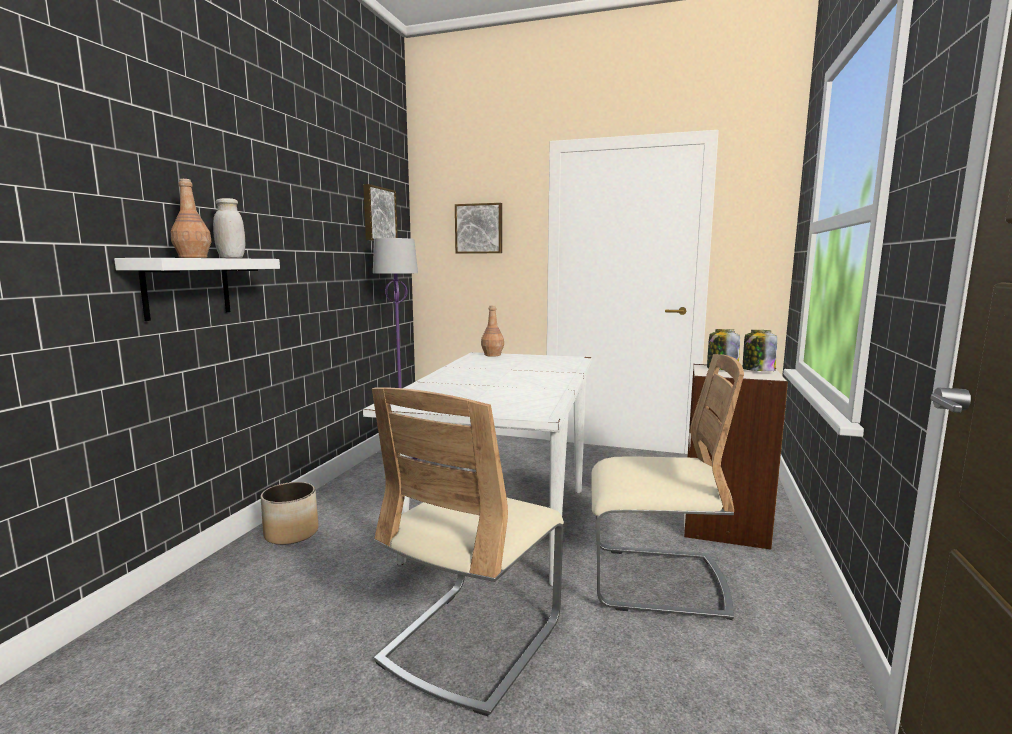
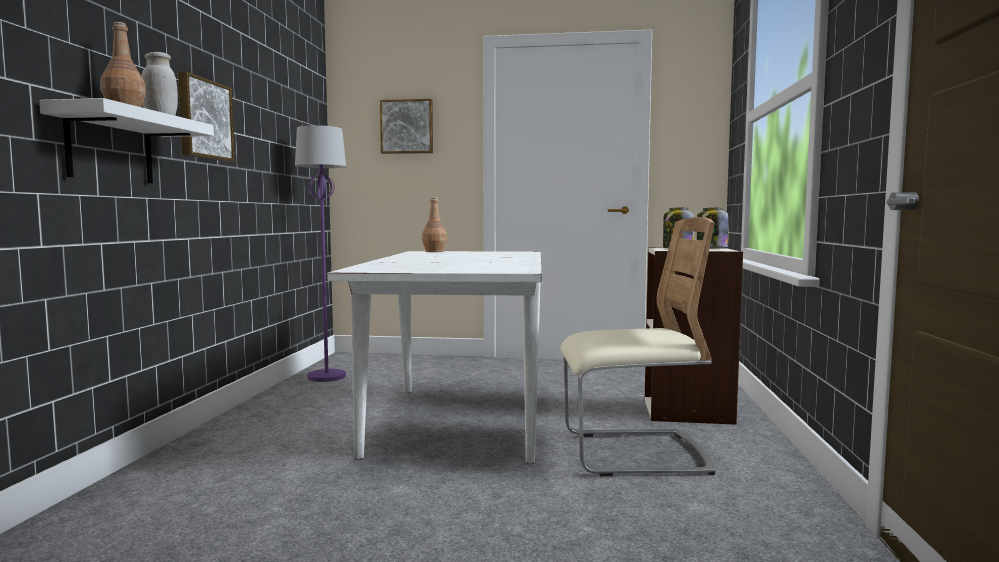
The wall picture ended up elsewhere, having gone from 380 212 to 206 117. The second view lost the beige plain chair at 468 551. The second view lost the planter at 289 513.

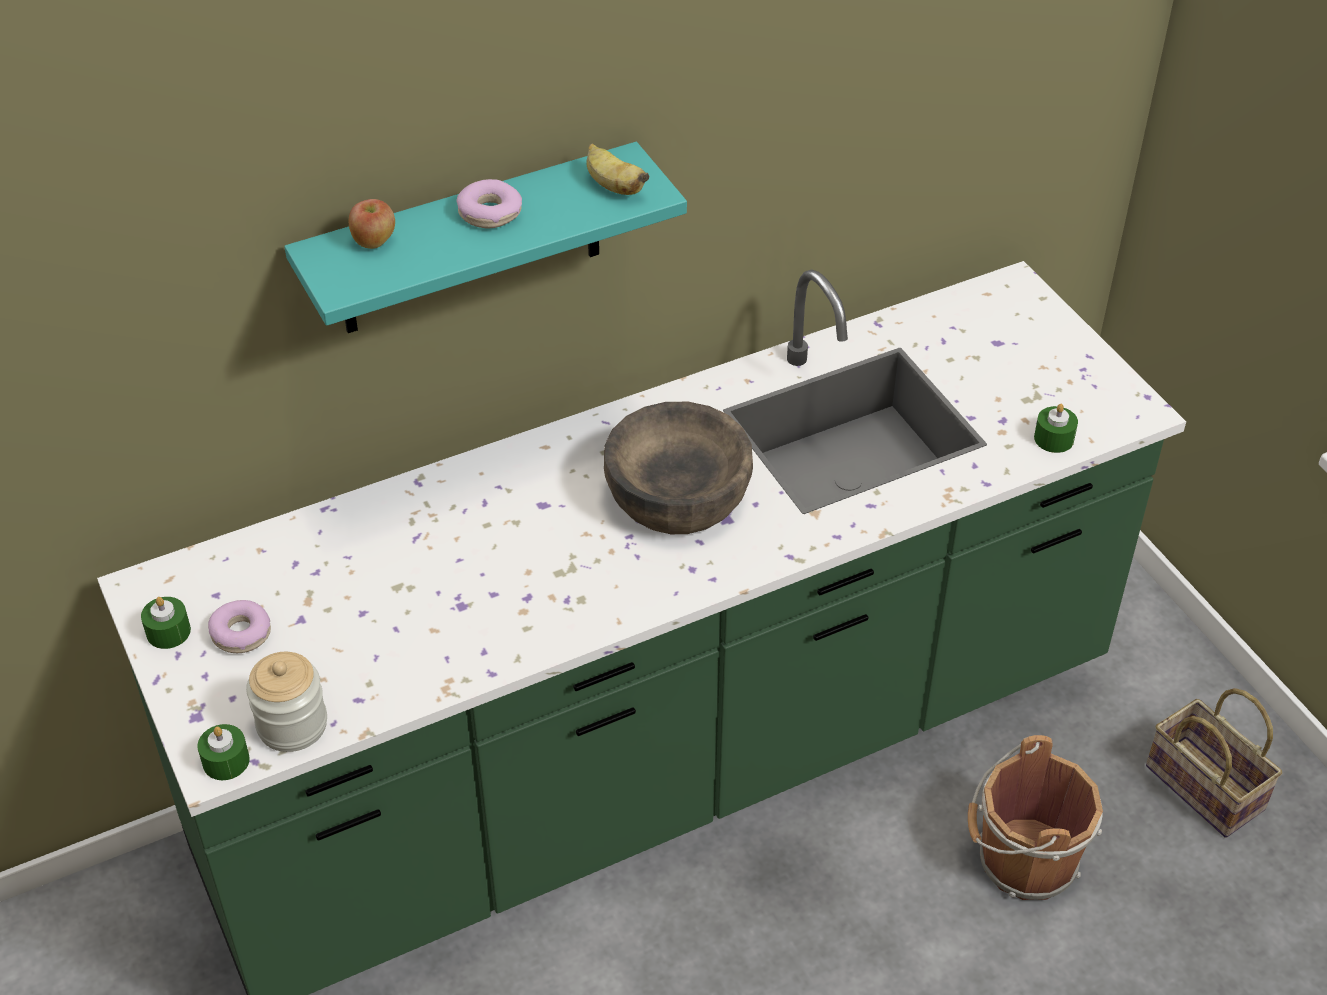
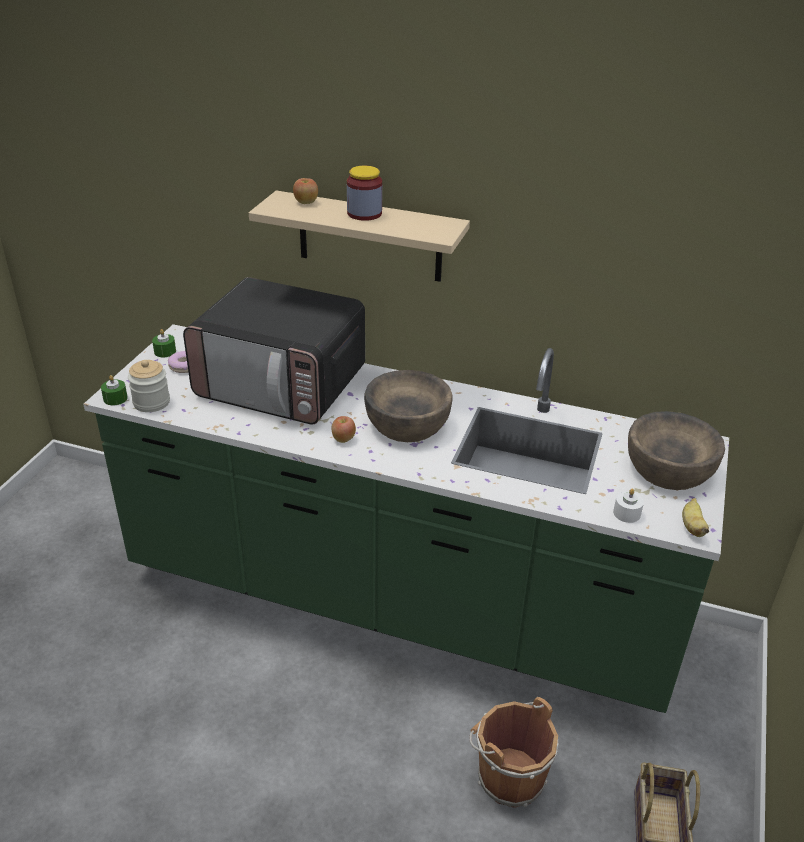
What was the turquoise-coloured wall shelf at 485 237 turned into the beige wall shelf at 359 236. The whole banana ended up elsewhere, having gone from 617 169 to 695 517. Where the ring doughnut stood at 489 203, the preserve jar came to stand at 364 193. What was the green candle at 1056 428 turned into the white-coloured candle at 628 505. The second view gained the microwave oven at 274 351. The second view gained the brown bowl at 676 450. The second view gained the apple at 344 429.

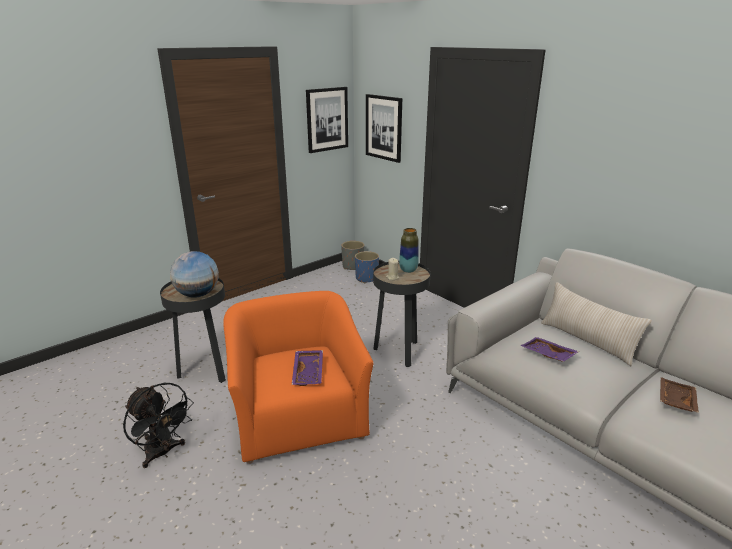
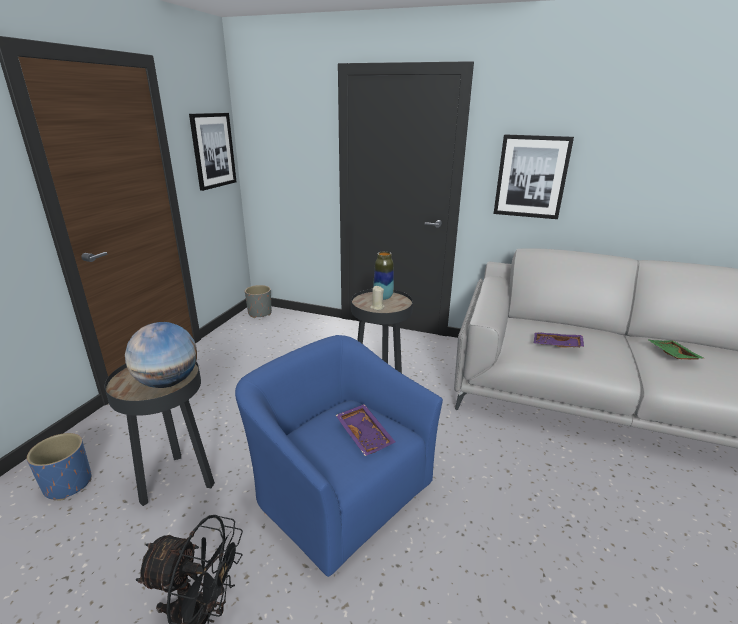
The wall picture ended up elsewhere, having gone from 384 128 to 534 176. The blue planter ended up elsewhere, having gone from 367 267 to 59 466. The second view lost the beige pillow at 596 324. What was the orange-coloured lounge chair at 298 377 turned into the blue lounge chair at 339 456. What was the brown tray at 679 395 turned into the green tray at 677 350.

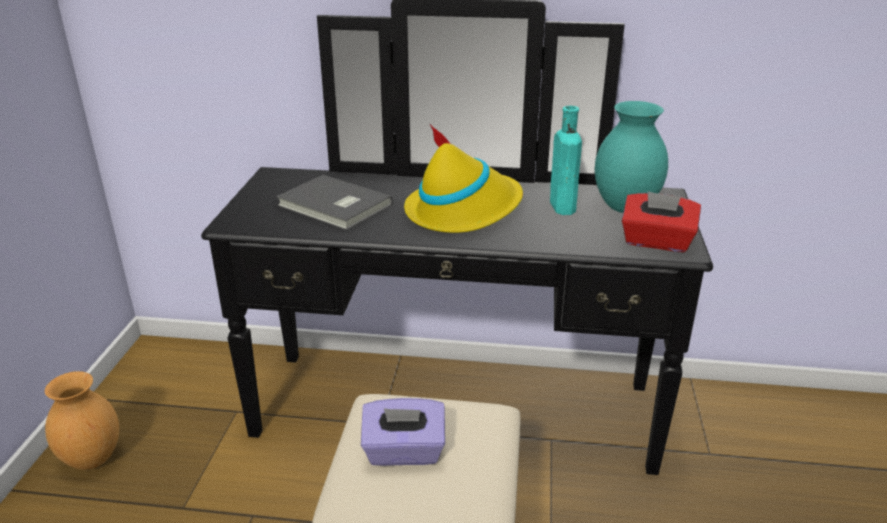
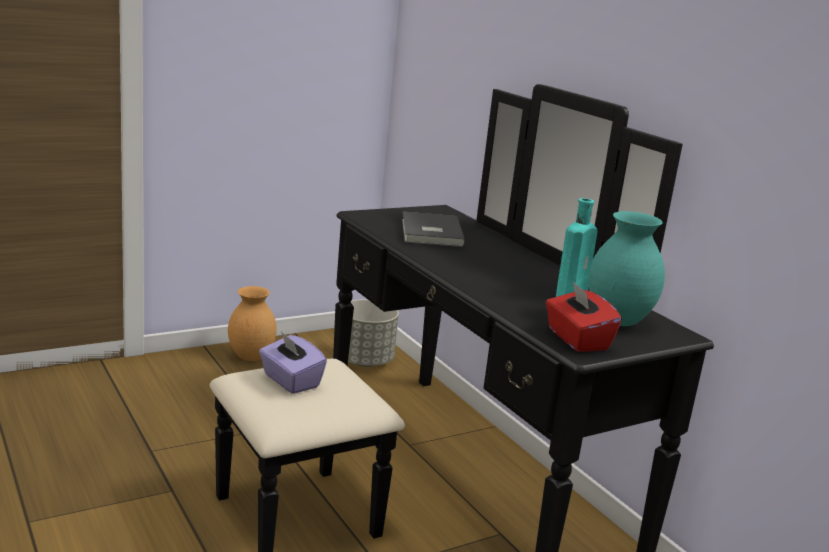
The second view lost the yellow wearable hat at 463 178. The second view gained the gray planter at 373 333.

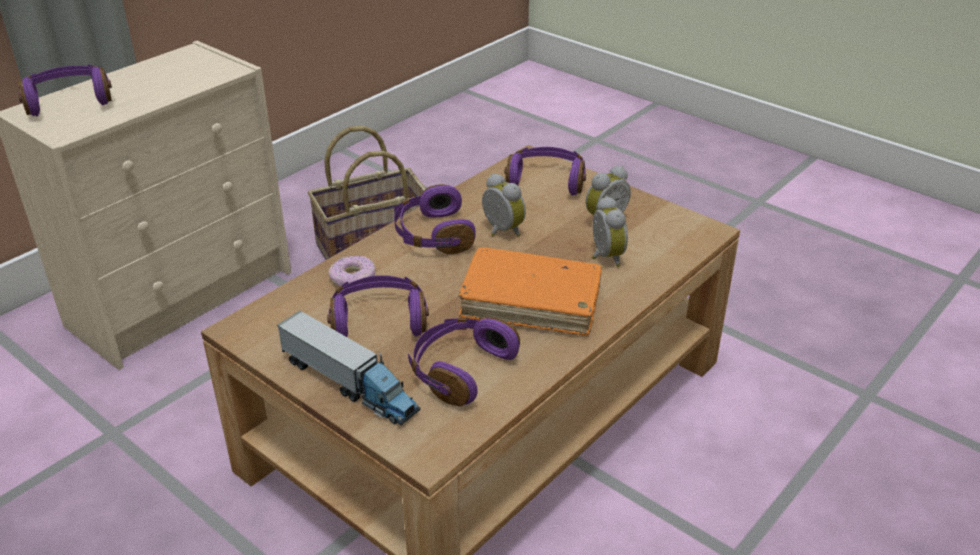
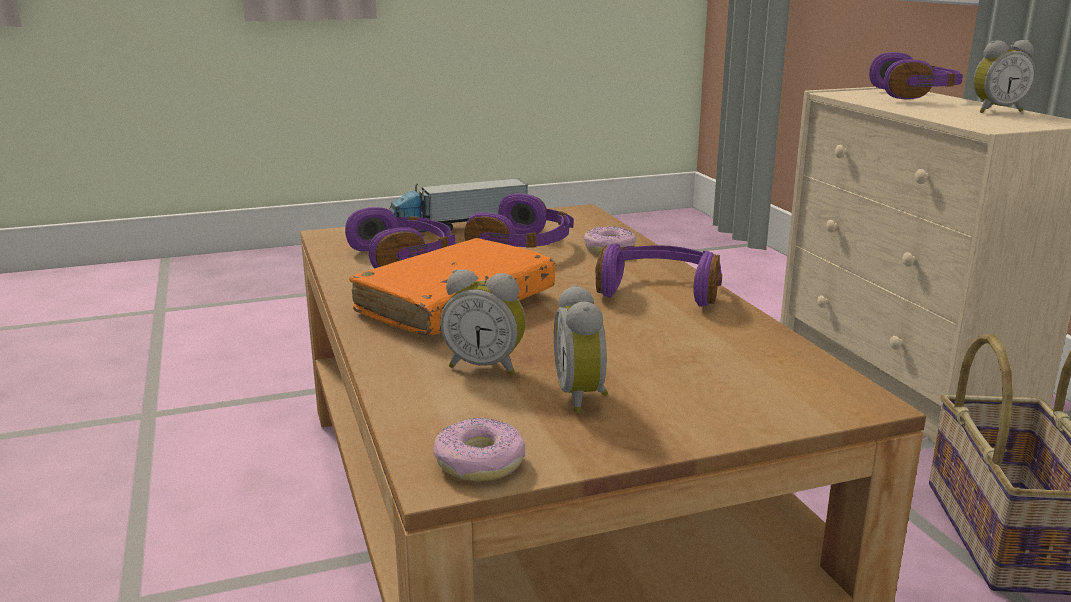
The second view lost the purple pair of headphones at 545 171. The bedside clock ended up elsewhere, having gone from 504 205 to 1004 76. The second view gained the ring doughnut at 479 449.

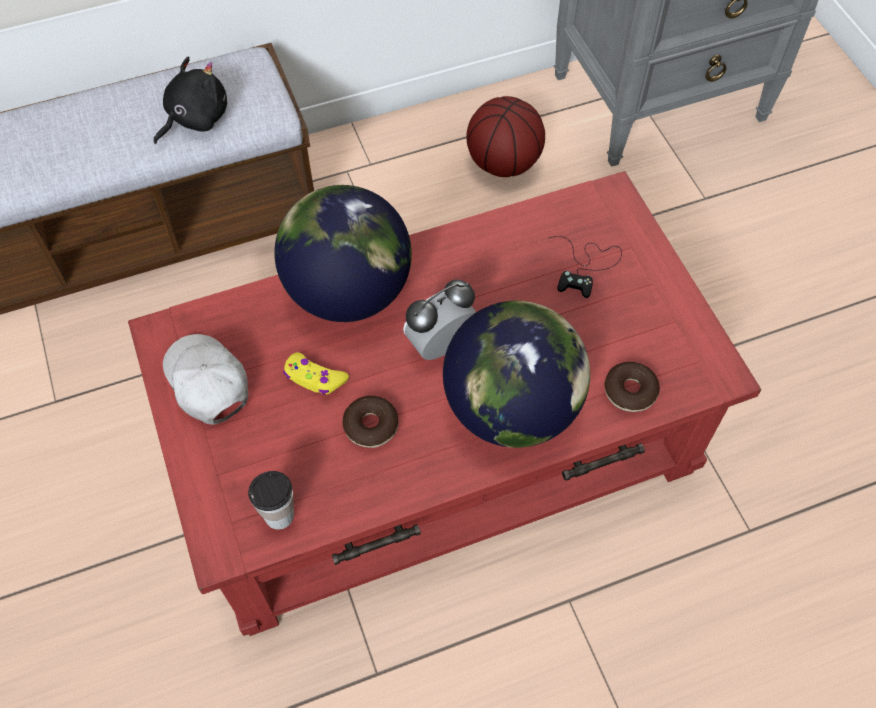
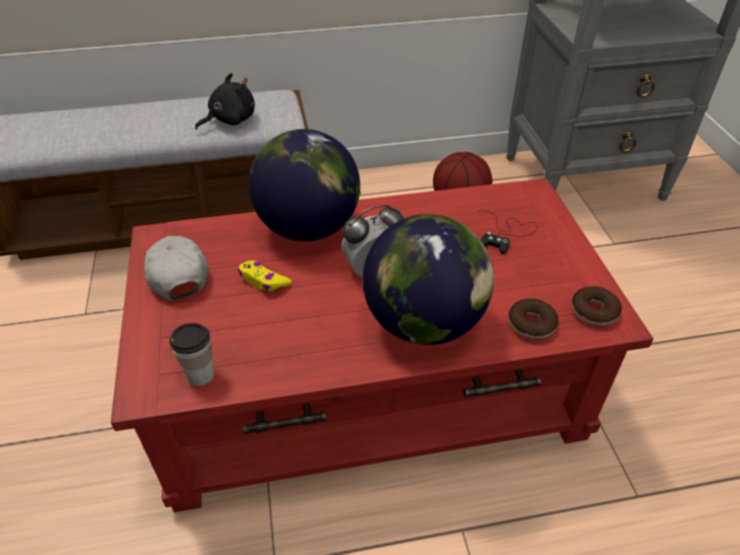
The ring doughnut ended up elsewhere, having gone from 371 422 to 597 306.

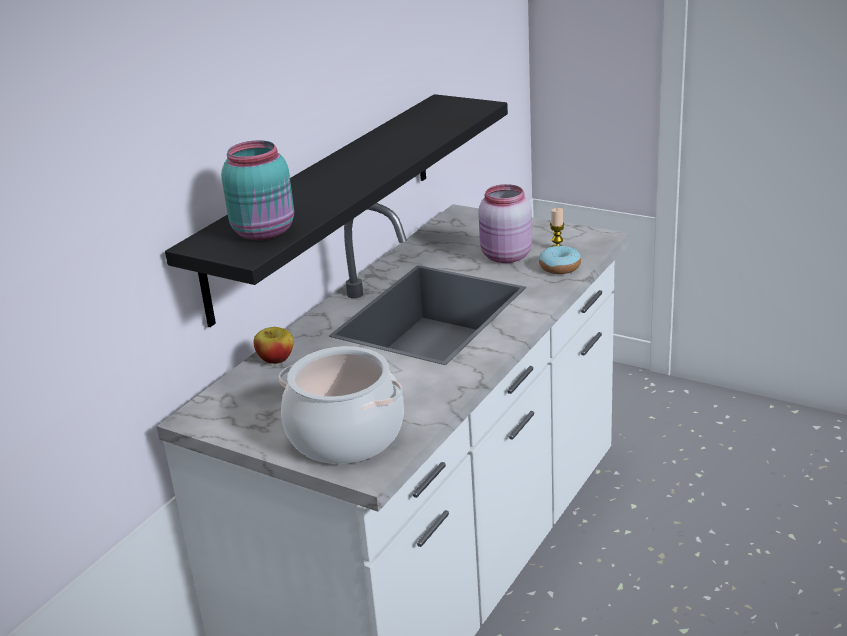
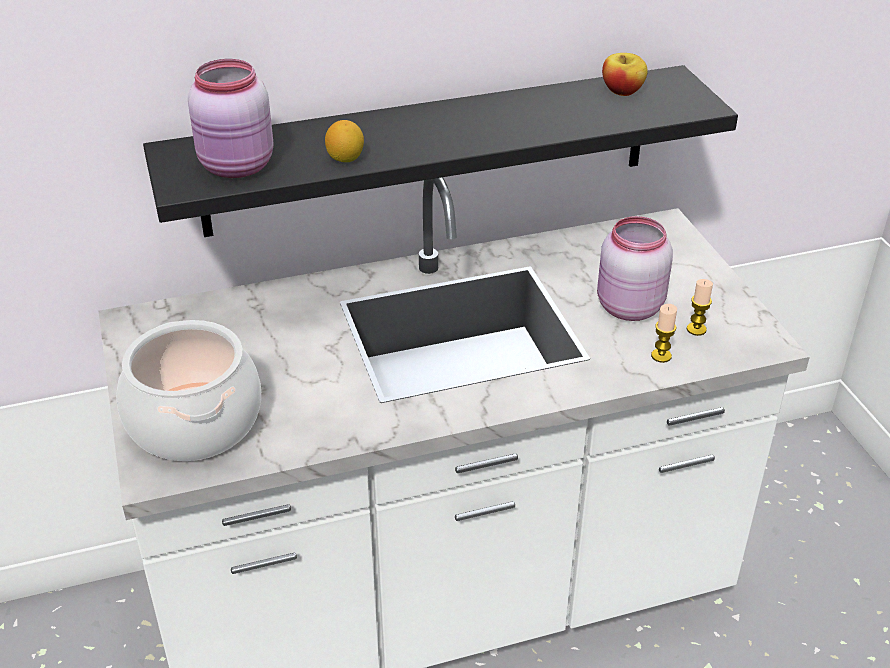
What was the turquoise-coloured preserve jar at 257 190 turned into the pink preserve jar at 230 118. Where the ring doughnut stood at 560 260, the candle came to stand at 664 333. The apple ended up elsewhere, having gone from 273 345 to 625 74. The second view gained the citrus fruit at 344 141.

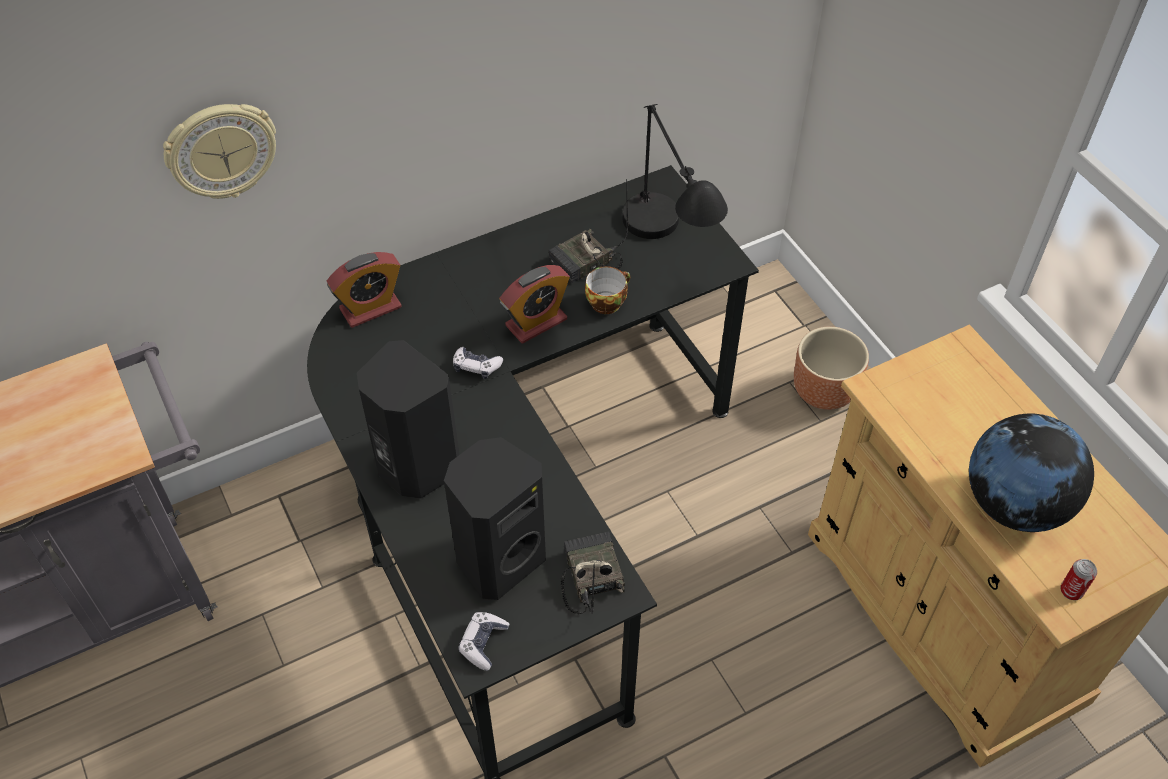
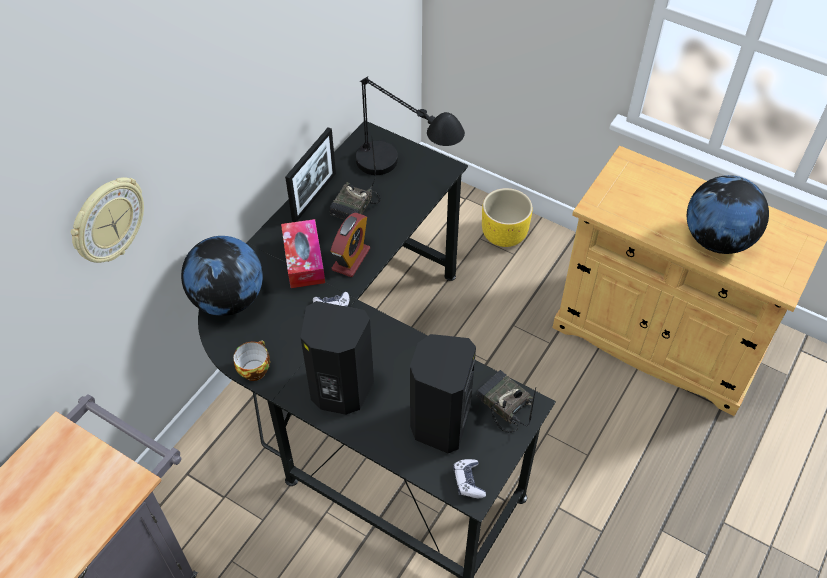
Where the bedside clock stood at 364 290, the desk globe came to stand at 222 276. The cup ended up elsewhere, having gone from 607 290 to 251 360. What was the brown planter at 831 368 turned into the yellow planter at 507 217. The second view lost the metal can at 1079 579. The second view gained the standing frame at 310 174. The second view gained the tissue holder at 303 253.

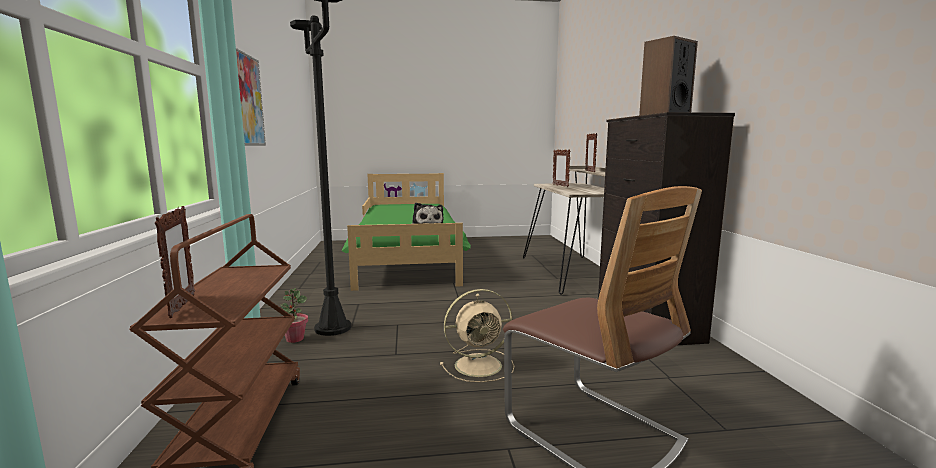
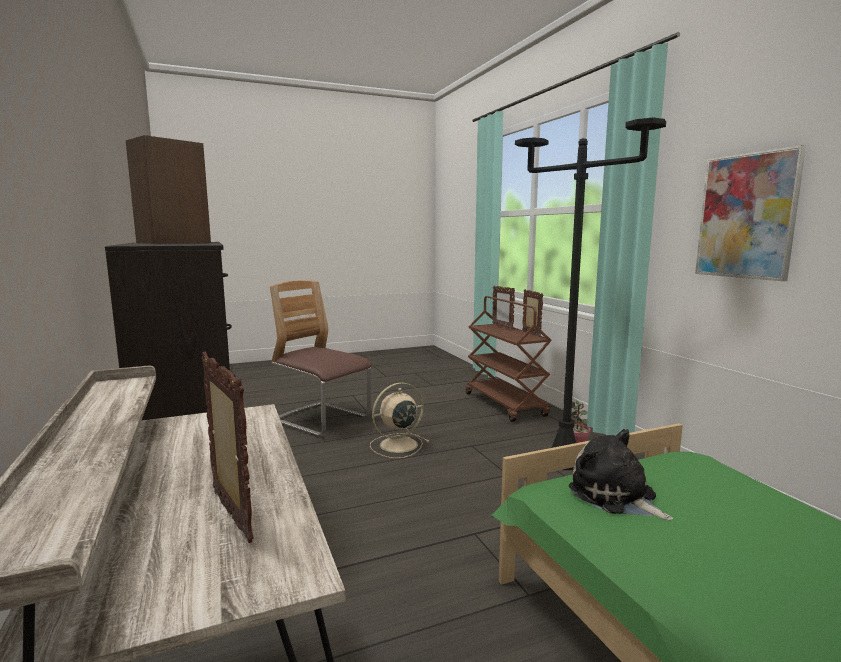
The standing frame ended up elsewhere, having gone from 591 153 to 532 313.

